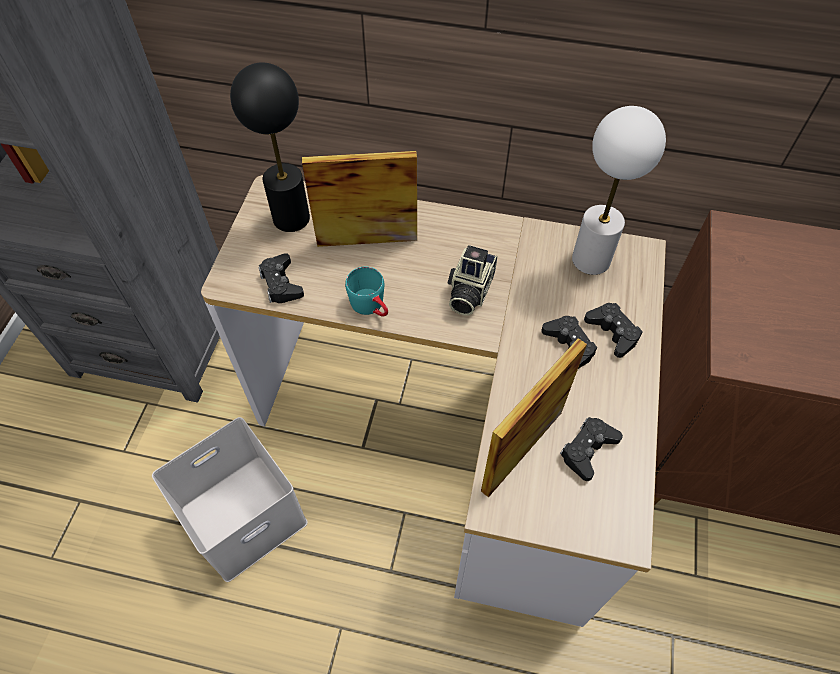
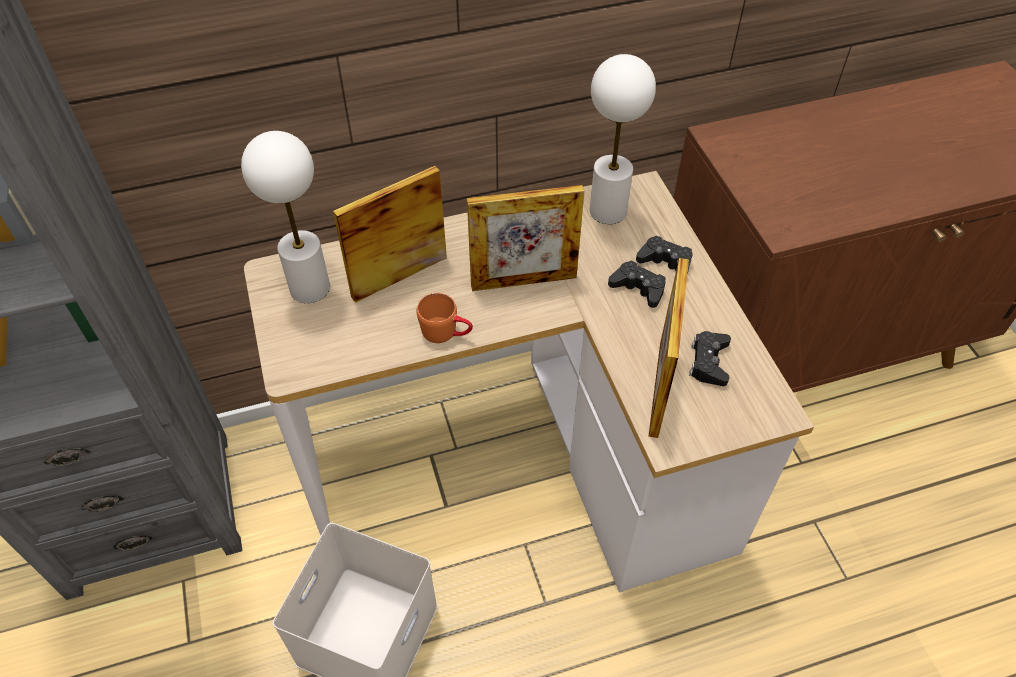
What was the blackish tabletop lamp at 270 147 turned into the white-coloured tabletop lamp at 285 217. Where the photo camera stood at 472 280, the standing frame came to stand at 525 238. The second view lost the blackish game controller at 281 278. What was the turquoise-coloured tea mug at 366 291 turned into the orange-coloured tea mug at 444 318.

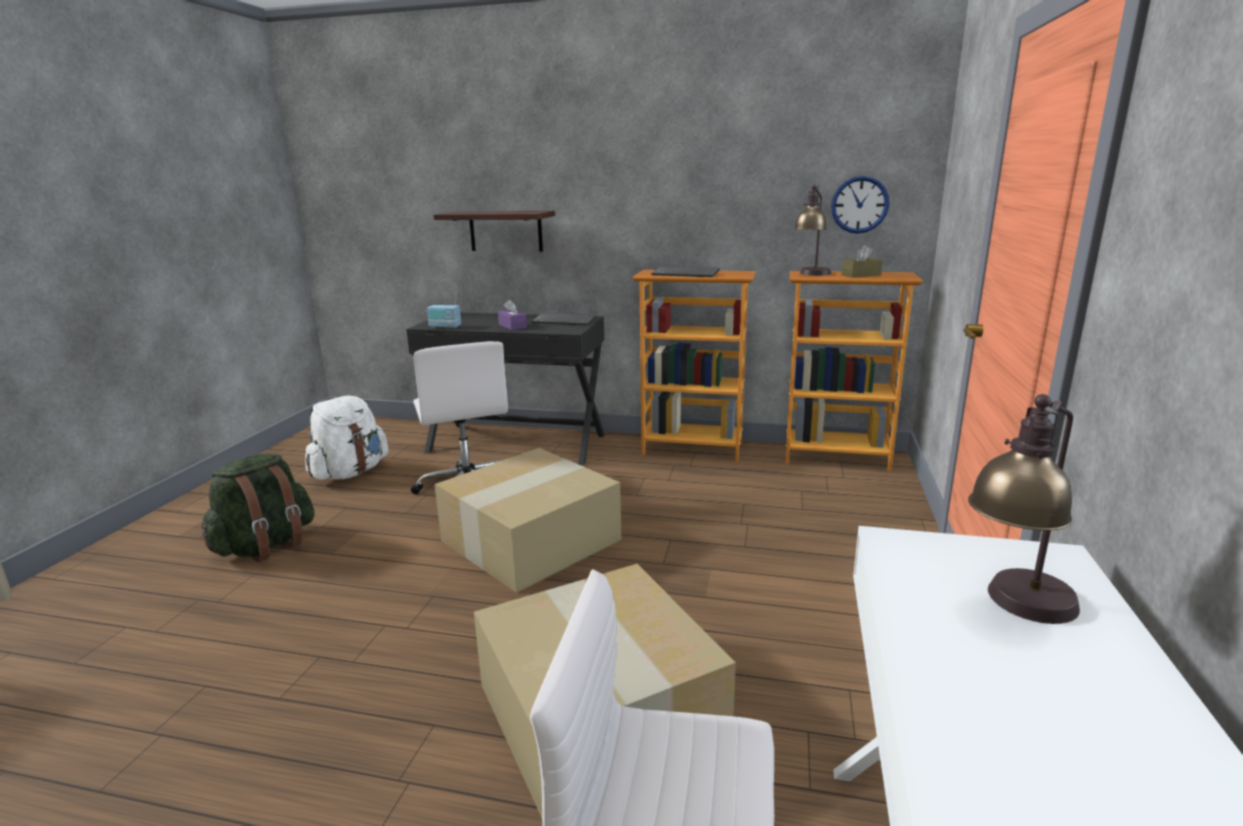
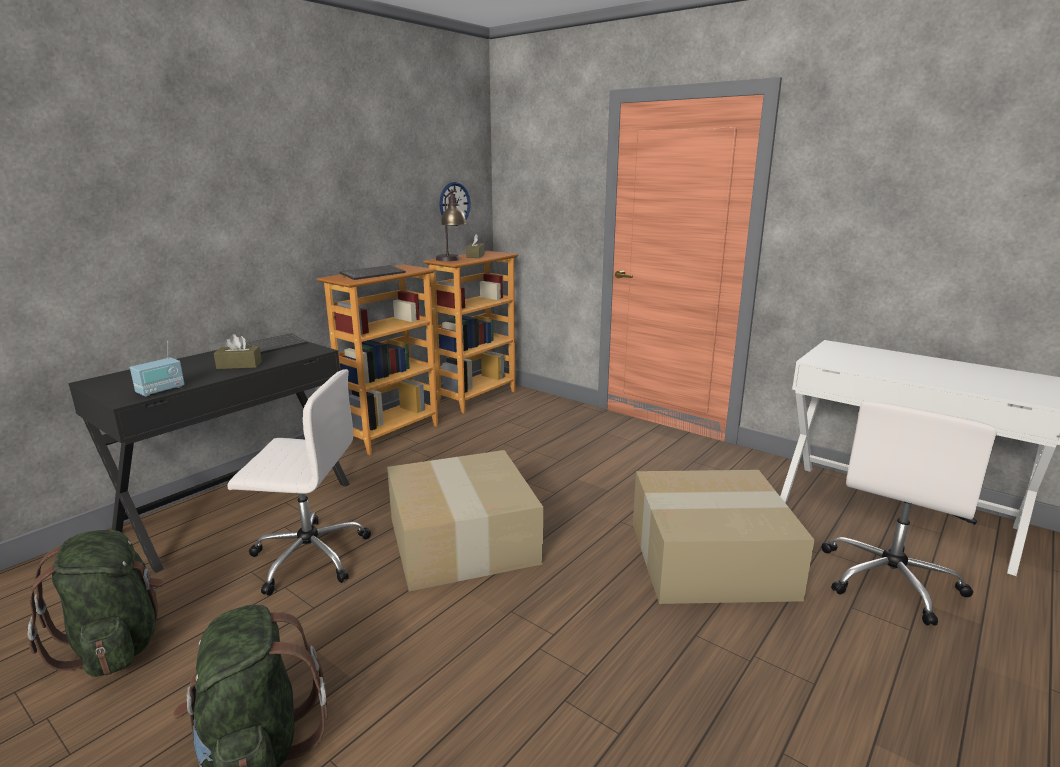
The second view lost the wall shelf at 494 231. What was the purple tissue holder at 512 314 turned into the brown tissue holder at 238 351. The second view lost the tabletop lamp at 1024 509. What was the white-coloured rucksack at 346 438 turned into the green rucksack at 96 603.

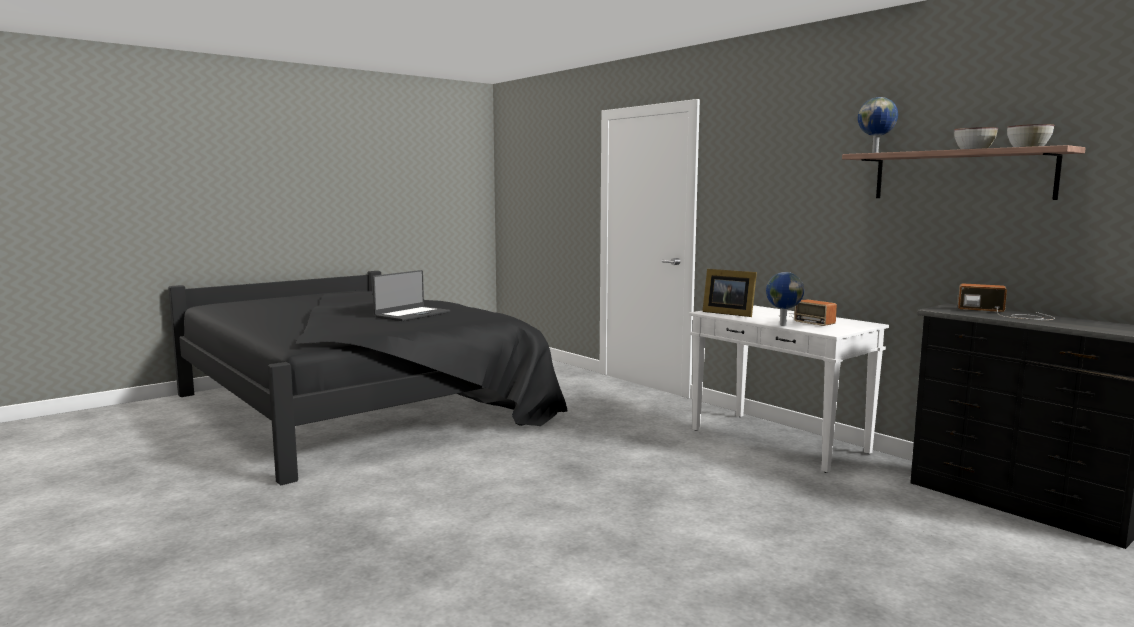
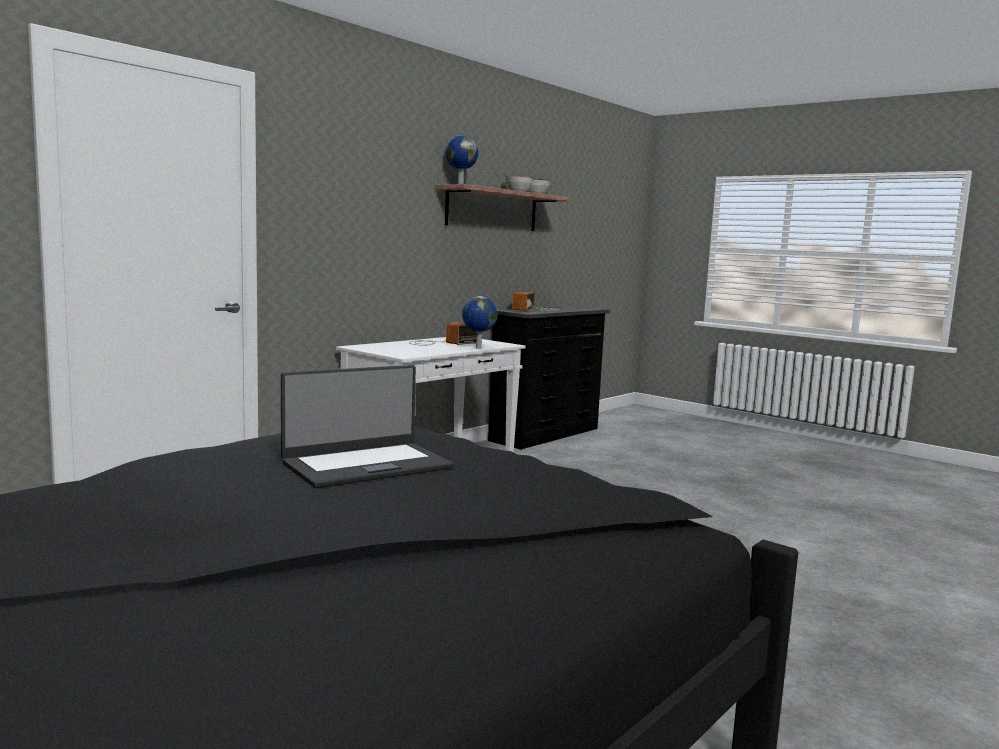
The second view lost the standing frame at 729 293. The laptop at 411 295 ended up facing another way, 120 degrees clockwise from before.

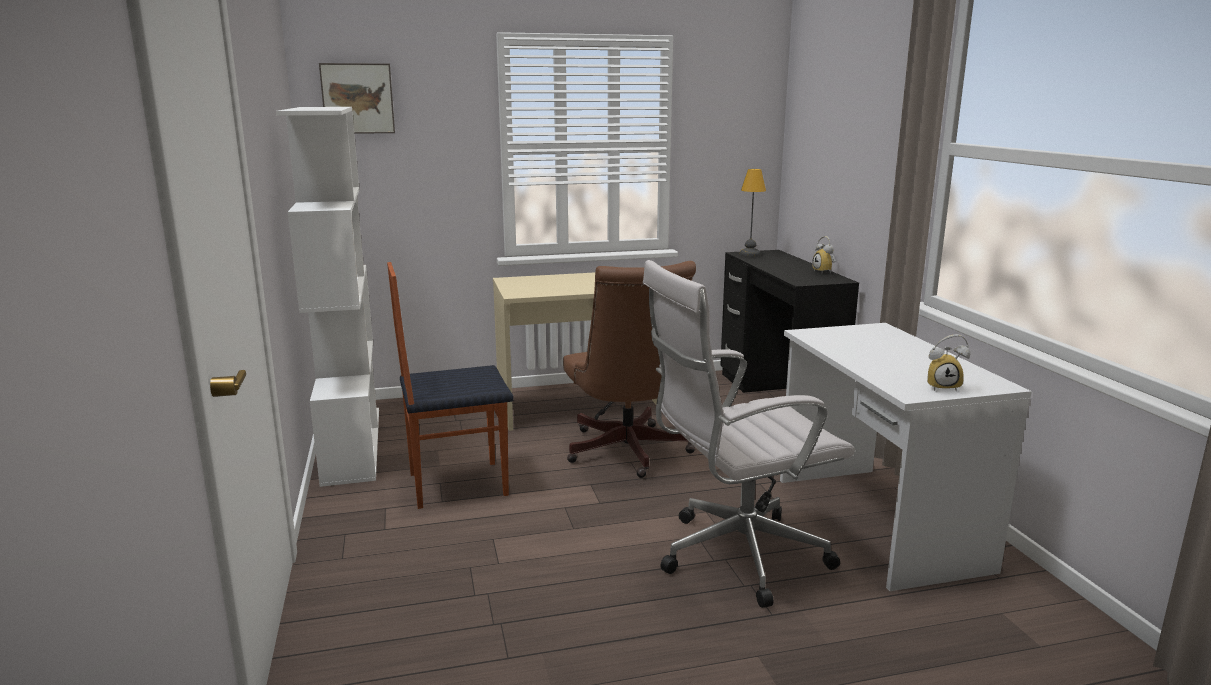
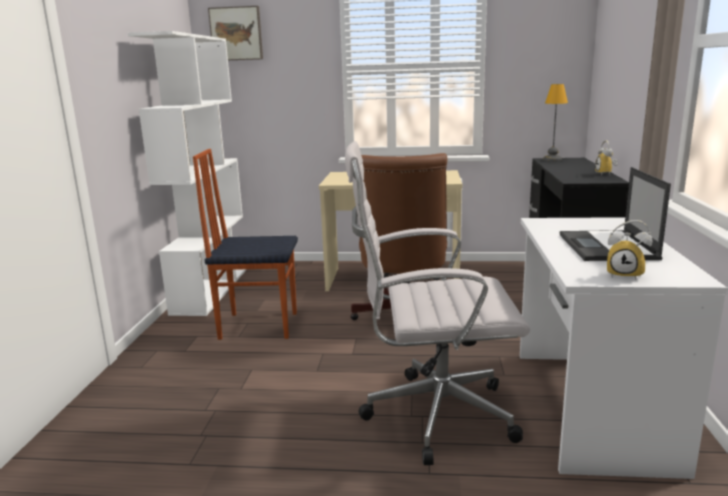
The second view gained the laptop at 615 214.

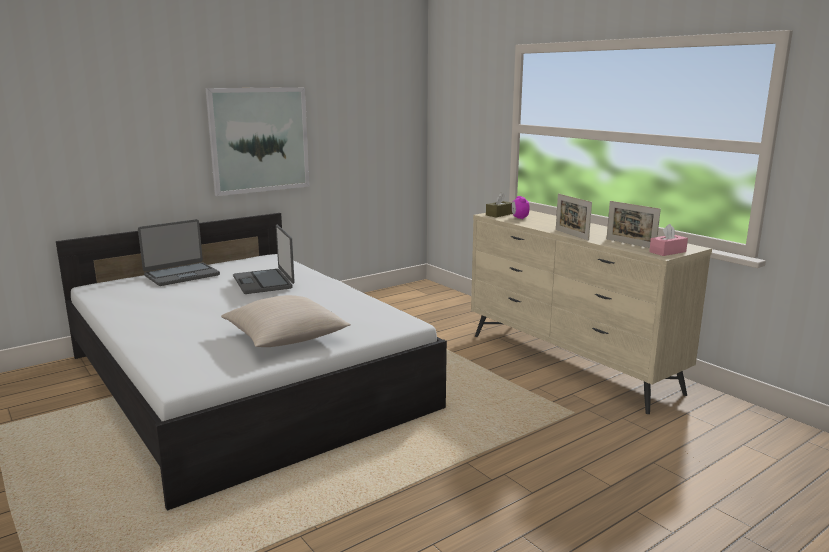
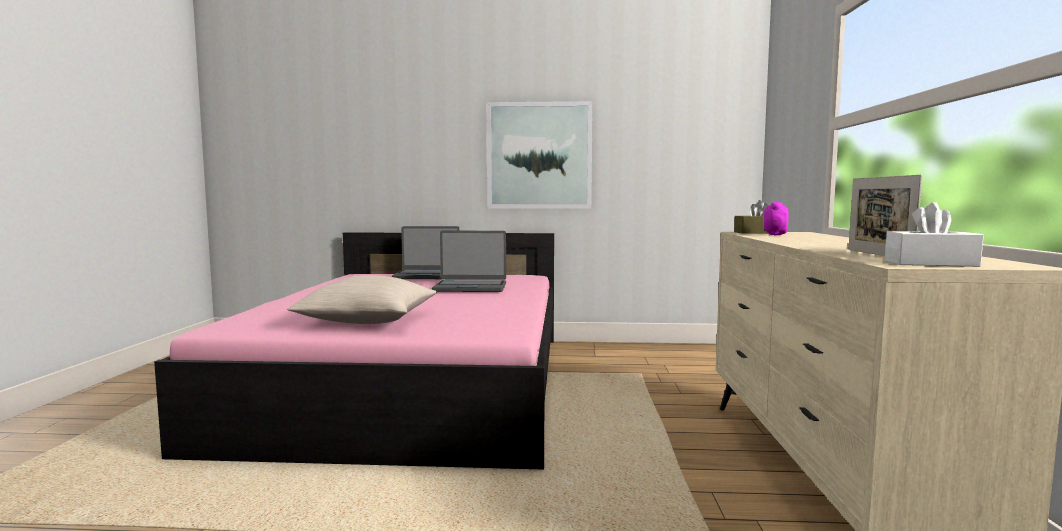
The second view lost the standing frame at 574 217. What was the white-coloured bedroom bed at 251 362 turned into the pink bedroom bed at 354 351. The laptop at 264 259 ended up facing another way, 105 degrees counterclockwise from before. What was the pink tissue holder at 668 240 turned into the white-coloured tissue holder at 934 234.

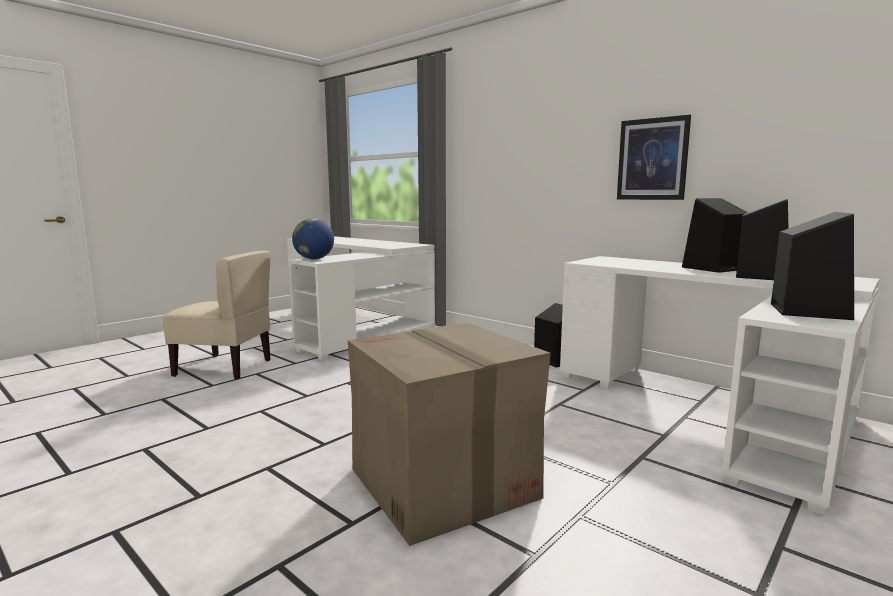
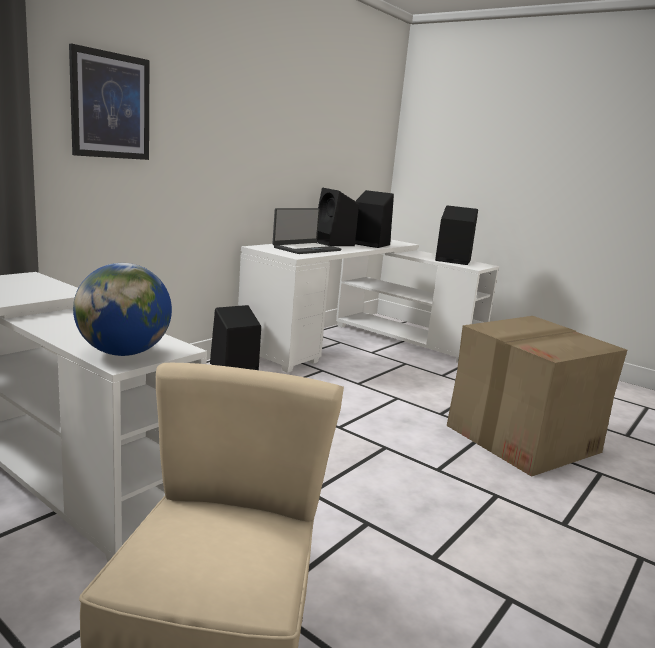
The wall picture ended up elsewhere, having gone from 654 157 to 109 101. The second view gained the laptop at 306 231.

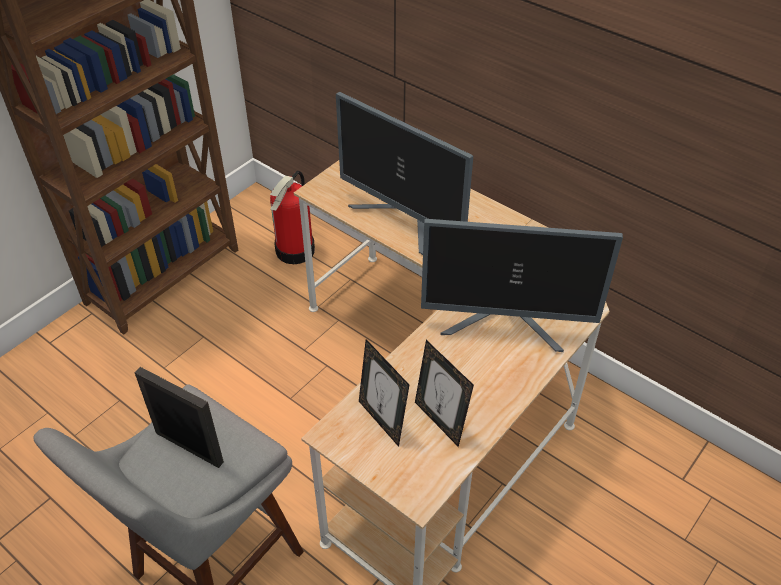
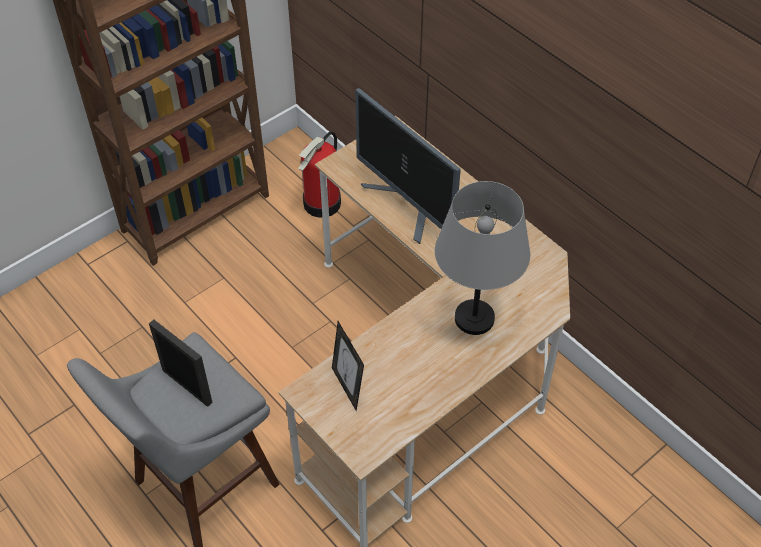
Where the computer display stood at 522 285, the gray tabletop lamp came to stand at 482 258. The second view lost the standing frame at 444 393.

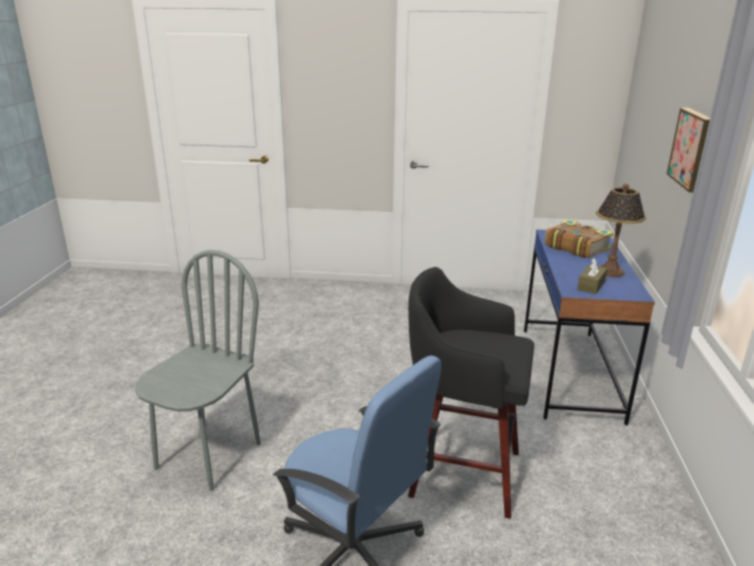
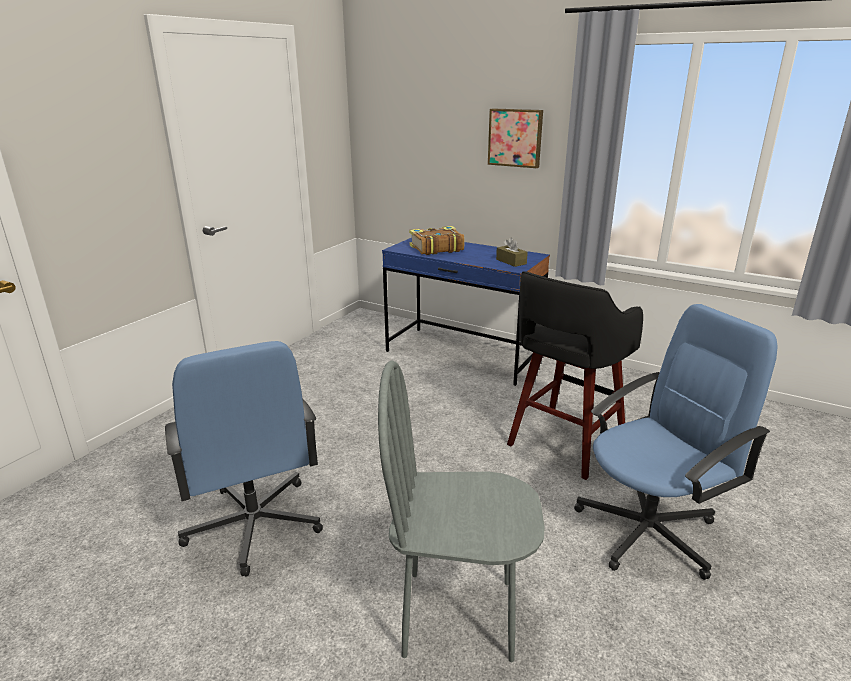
The second view lost the tabletop lamp at 621 230. The gray plain chair at 198 370 ended up facing another way, 45 degrees counterclockwise from before. The second view gained the blue desk chair at 244 459.

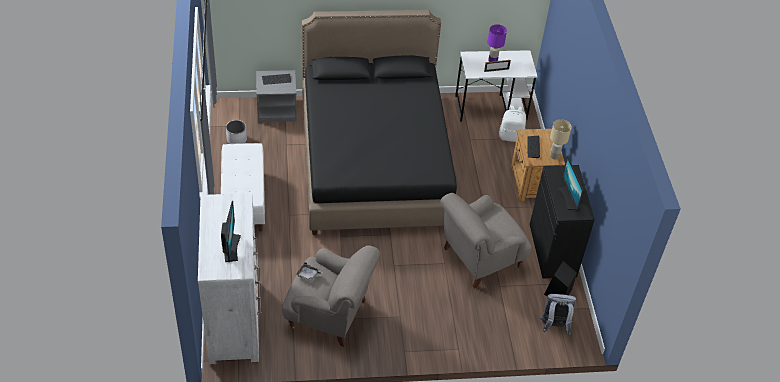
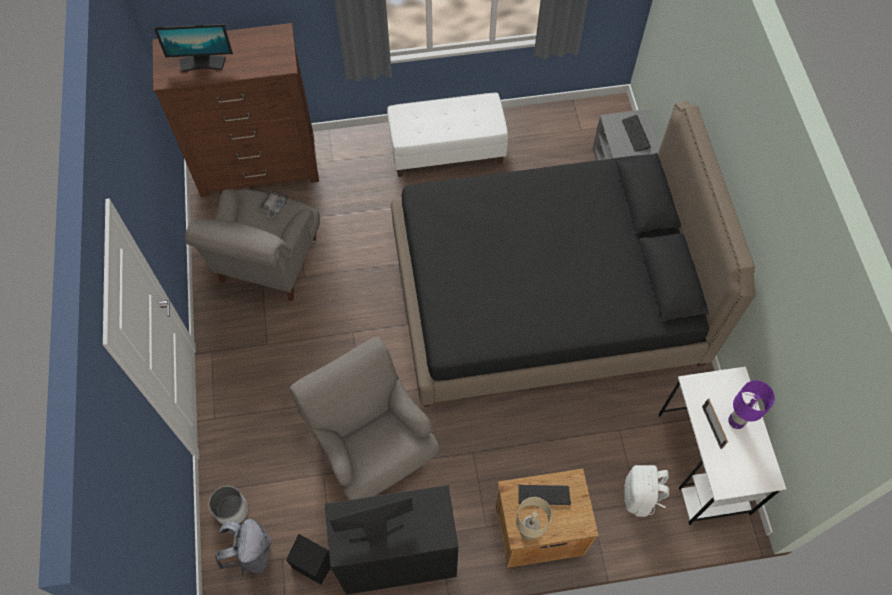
The white-coloured planter ended up elsewhere, having gone from 236 132 to 228 505. What was the white-coloured dresser at 230 278 turned into the brown dresser at 235 110.

